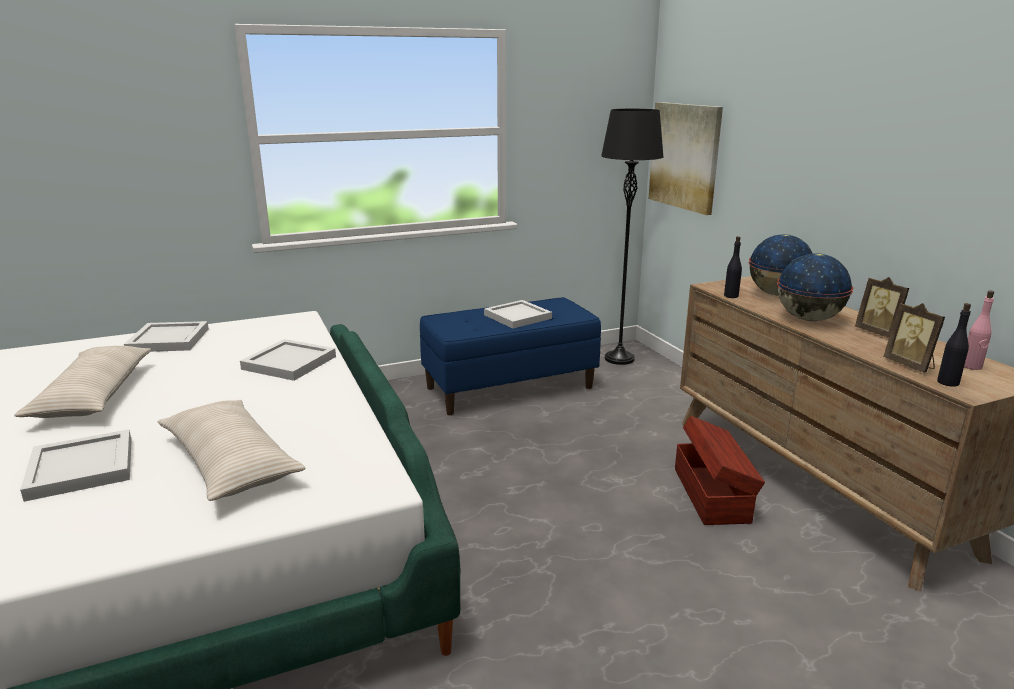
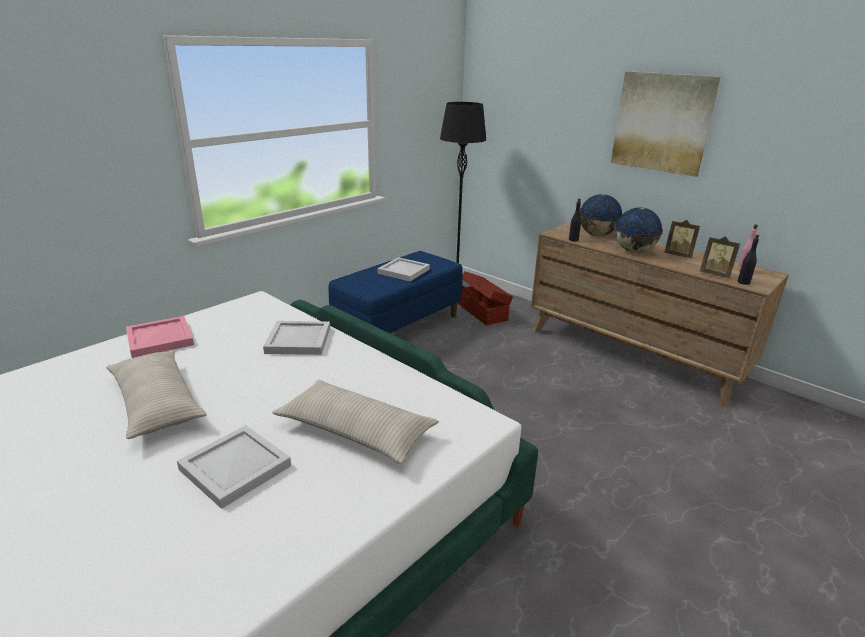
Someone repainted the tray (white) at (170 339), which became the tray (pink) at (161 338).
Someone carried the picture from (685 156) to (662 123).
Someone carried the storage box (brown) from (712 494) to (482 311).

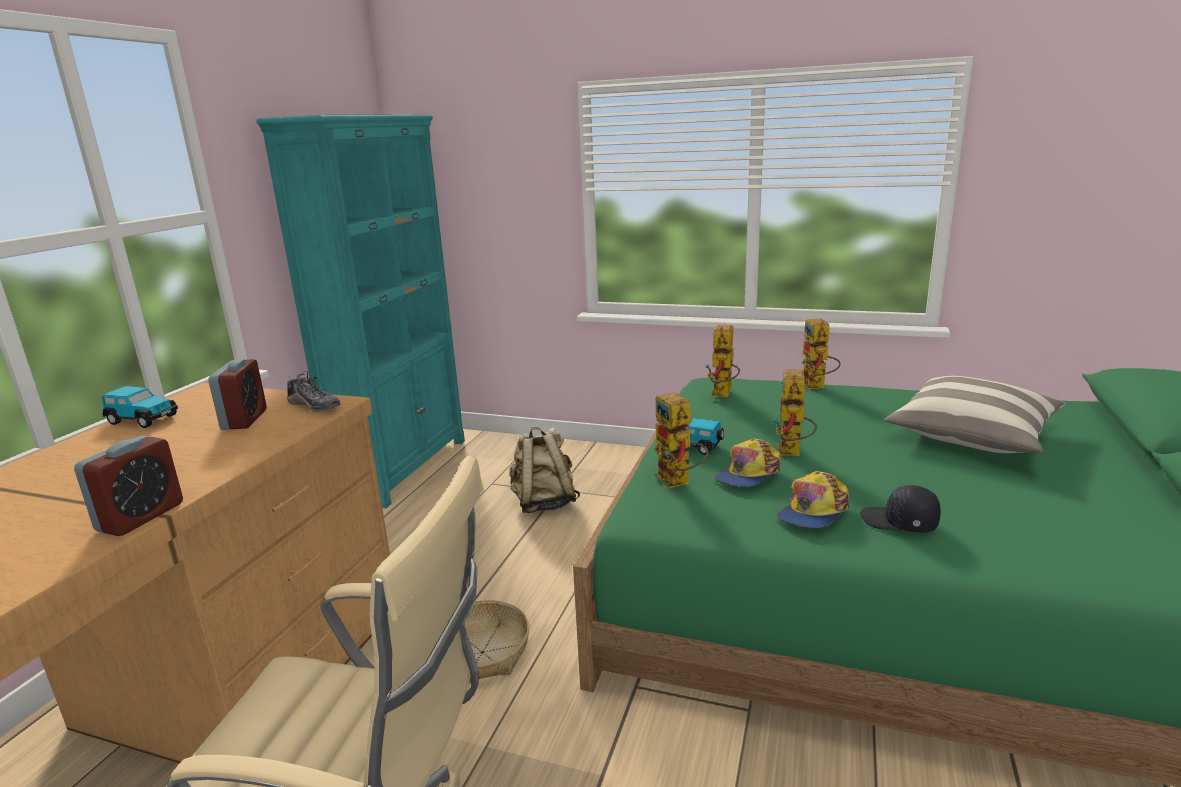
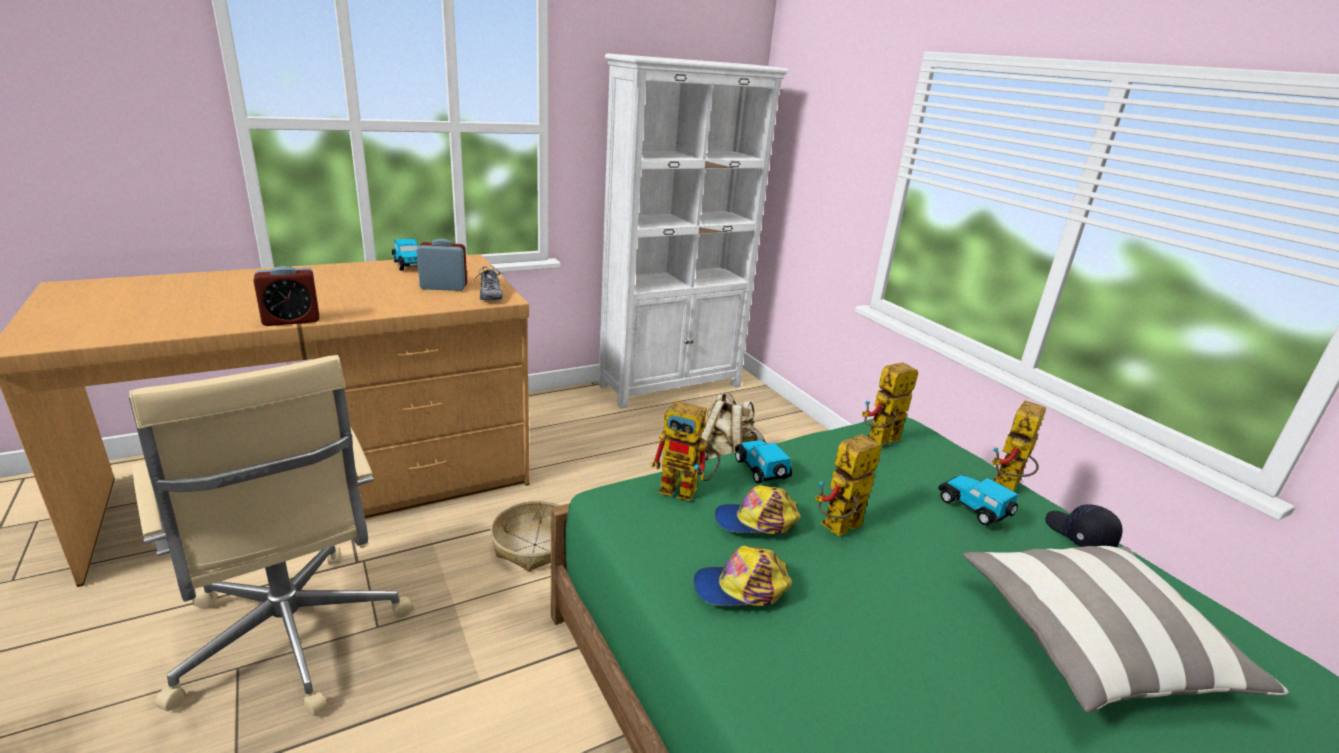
Someone rotated the alarm clock at (244 420) by 135 degrees counterclockwise.
Someone repainted the bookcase (turquoise) at (404 468), which became the bookcase (white) at (671 385).
Someone rotated the toy robot at (679 482) by 90 degrees counterclockwise.
Someone carried the cap (black) from (899 522) to (1078 535).
Someone put down the toy car at (974 508).

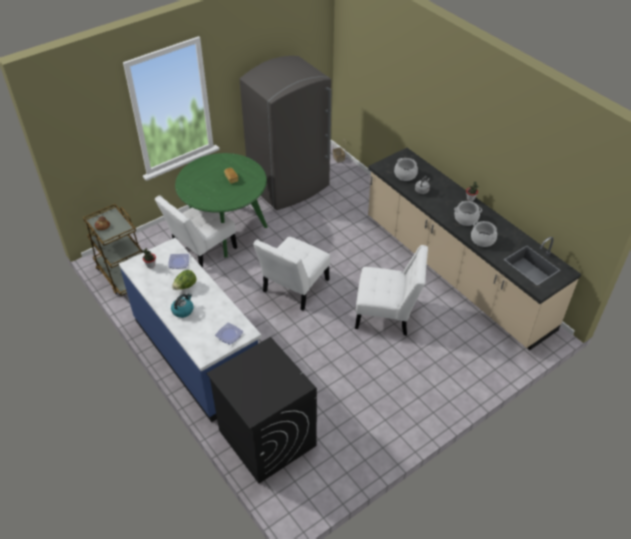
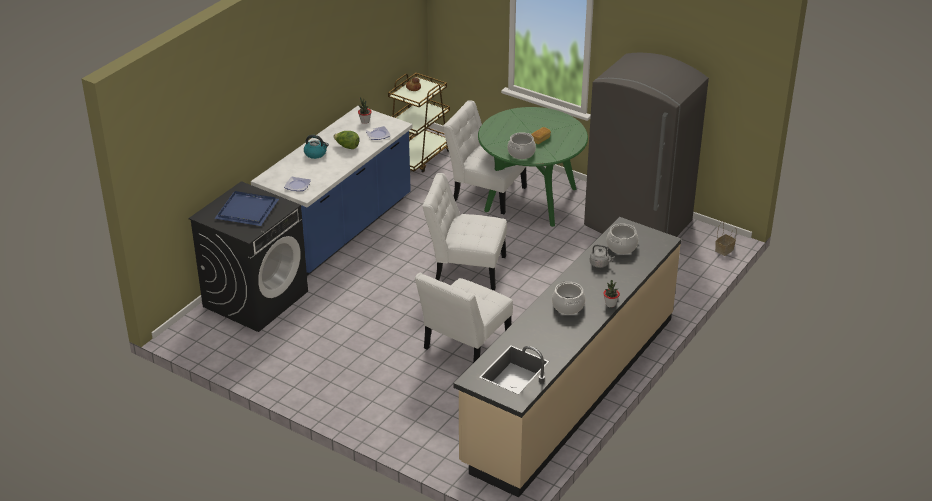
Someone rotated the chair (white) at (387 314) by 45 degrees clockwise.
Someone carried the cooking pot from (482 239) to (521 153).
Someone put down the tray (blue) at (248 210).

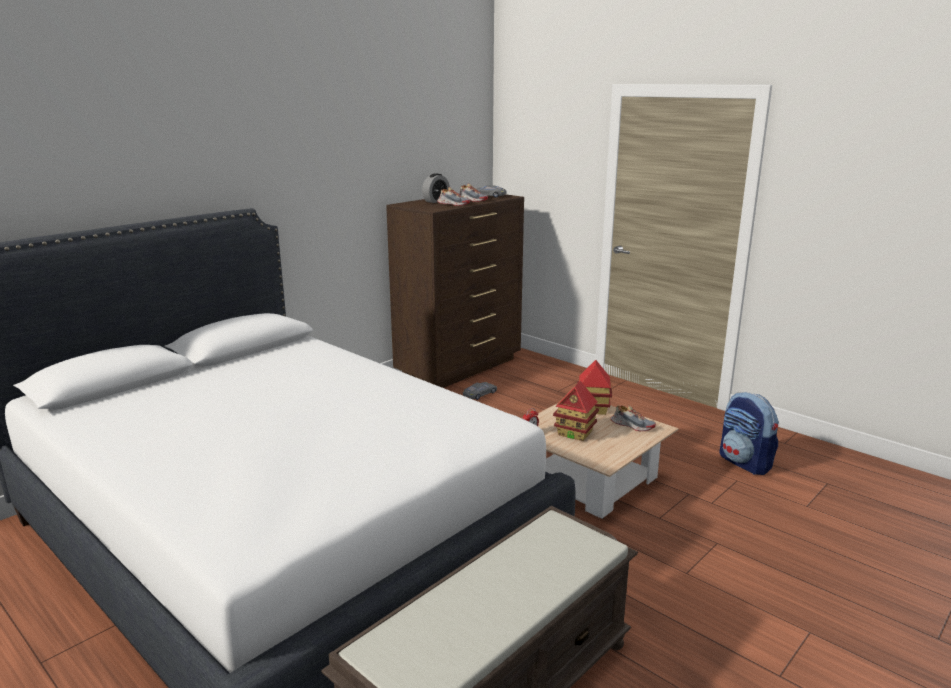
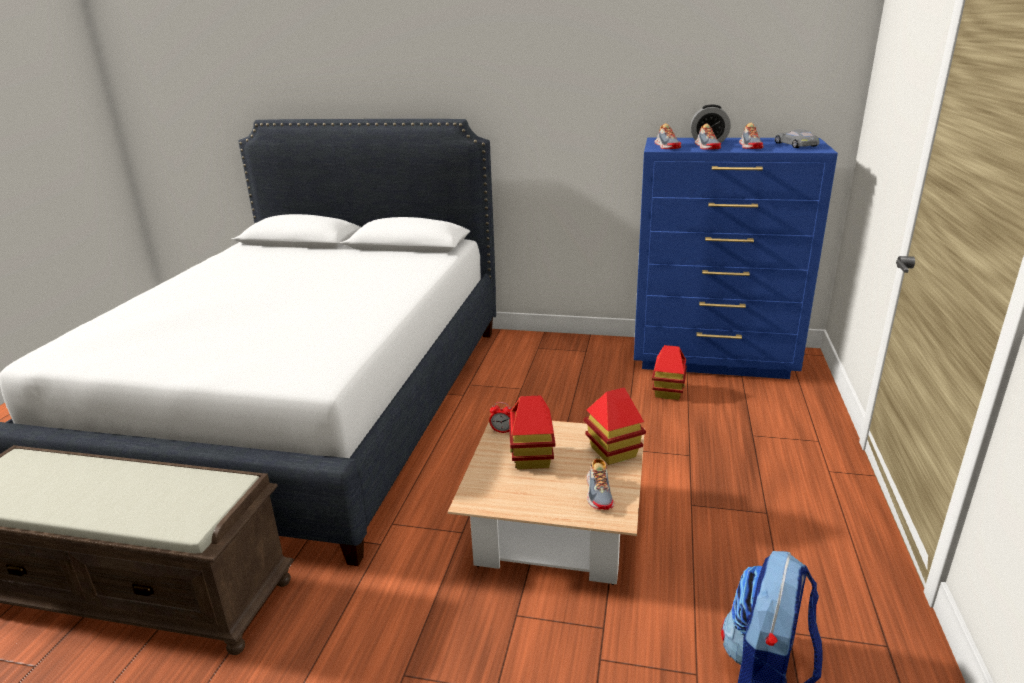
Someone repainted the dresser (brown) at (460 367), which became the dresser (blue) at (713 359).
Someone swapped the toy car (grey) at (480 393) for the toy house at (668 392).
Someone put down the shoe at (667 147).

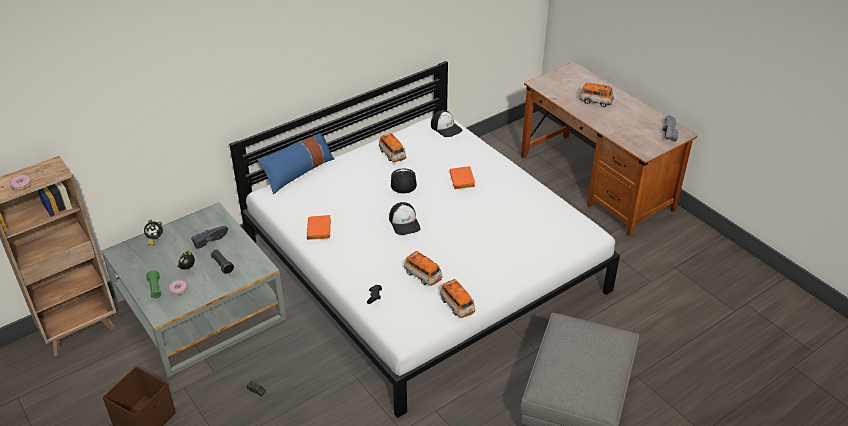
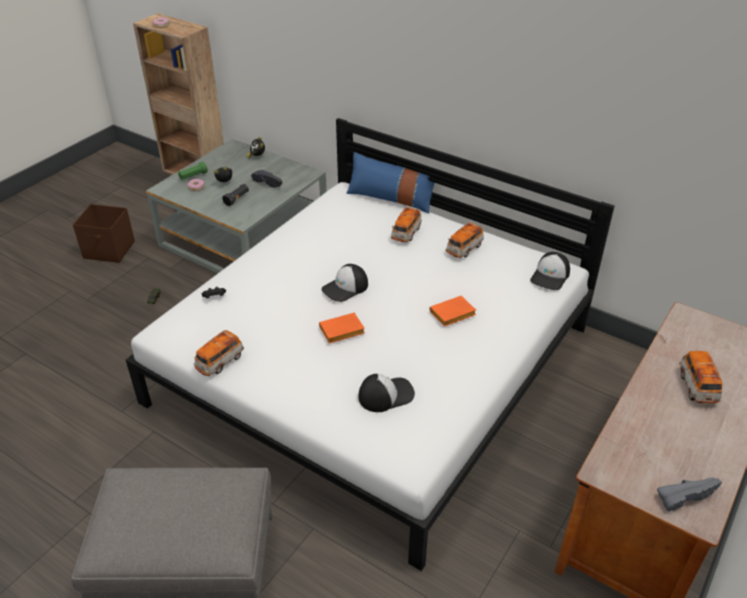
Someone carried the book (orange) from (320 230) to (341 332).
Someone carried the cap from (403 181) to (386 394).
Someone carried the toy car from (423 275) to (406 233).

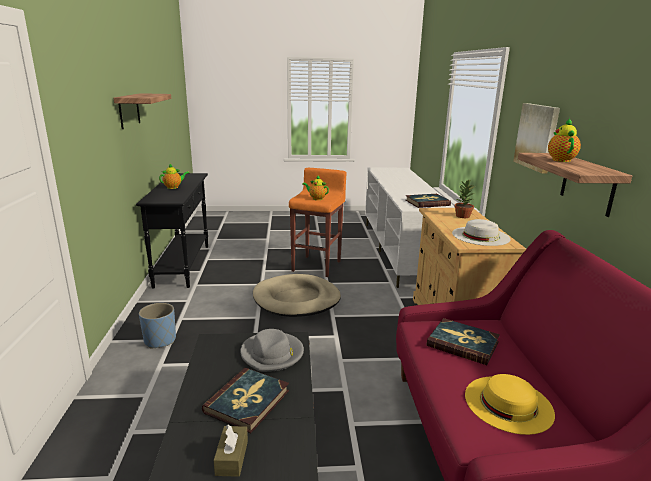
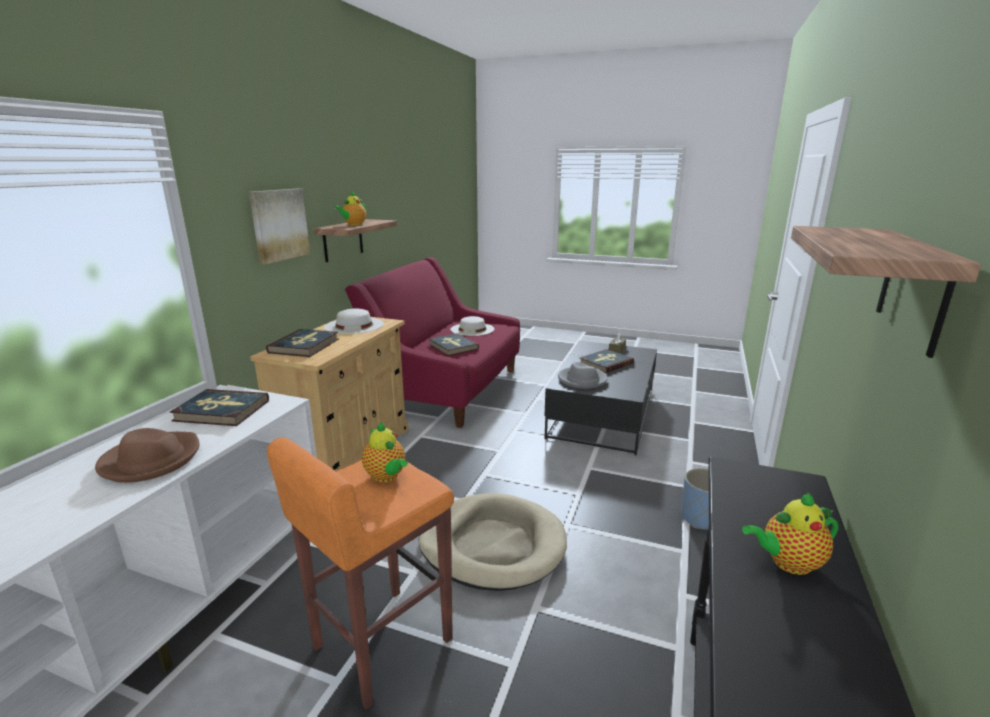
Someone swapped the potted plant at (462 216) for the book at (304 346).
Someone repainted the hat (yellow) at (508 403), which became the hat (white) at (472 329).
Someone put down the hat (brown) at (151 460).

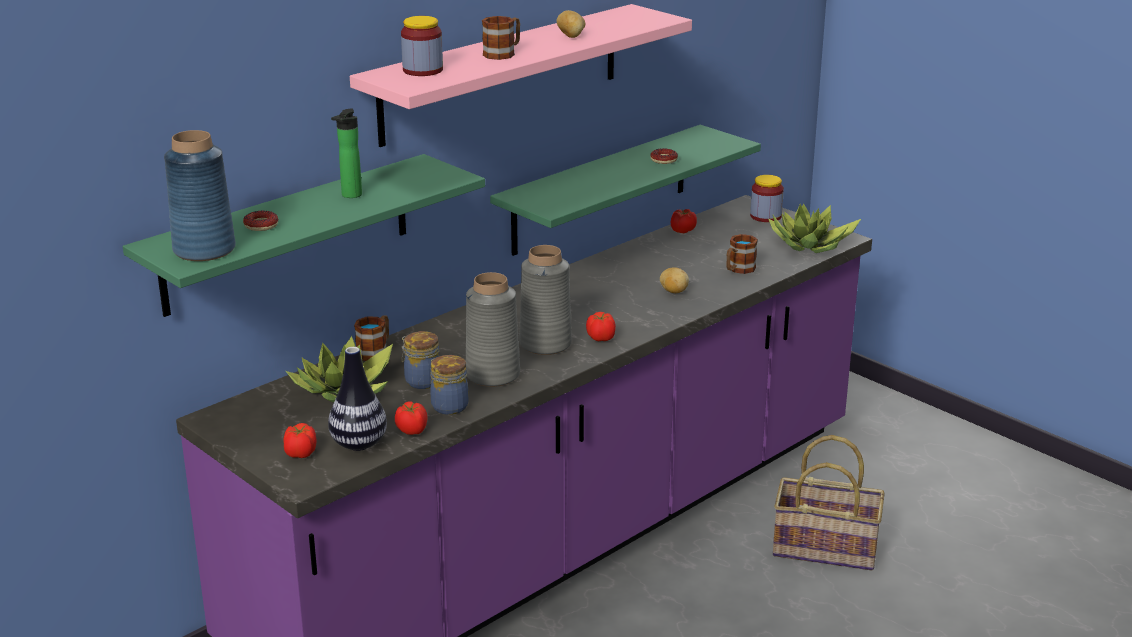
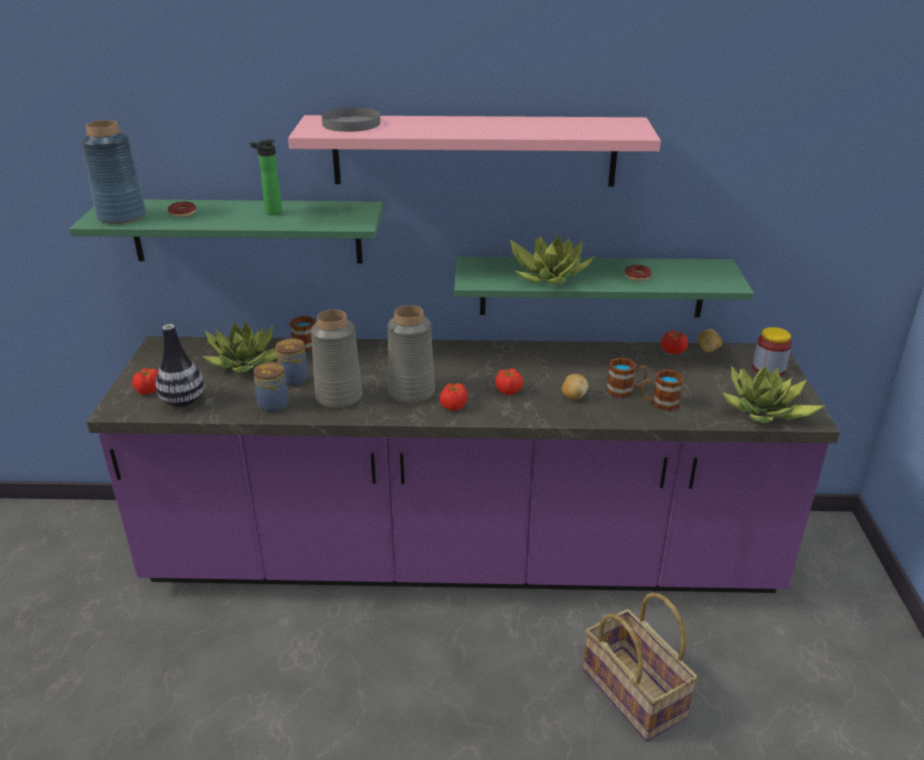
Someone carried the tomato from (412 430) to (509 391).
Someone swapped the jar at (422 70) for the plate (grey) at (351 123).
Someone carried the mug from (503 53) to (625 390).
Someone carried the potato from (571 36) to (708 350).
Someone put down the potted plant at (548 275).

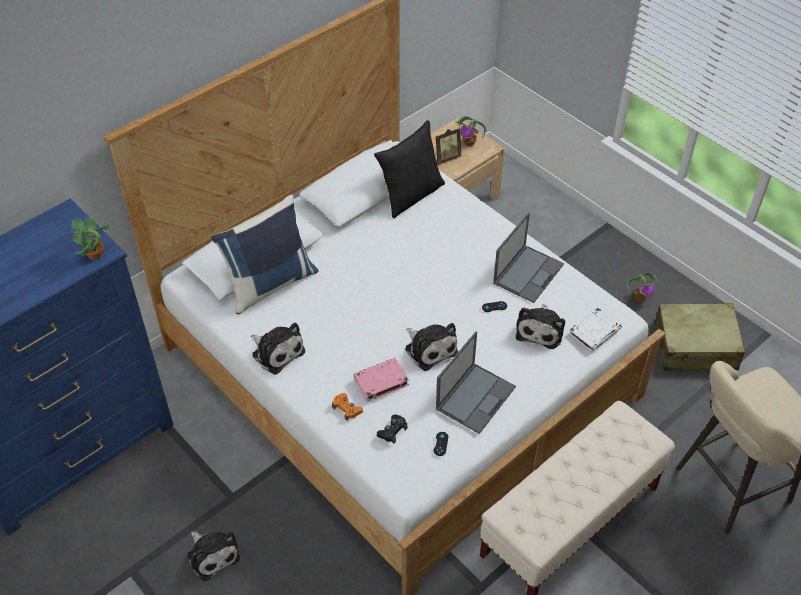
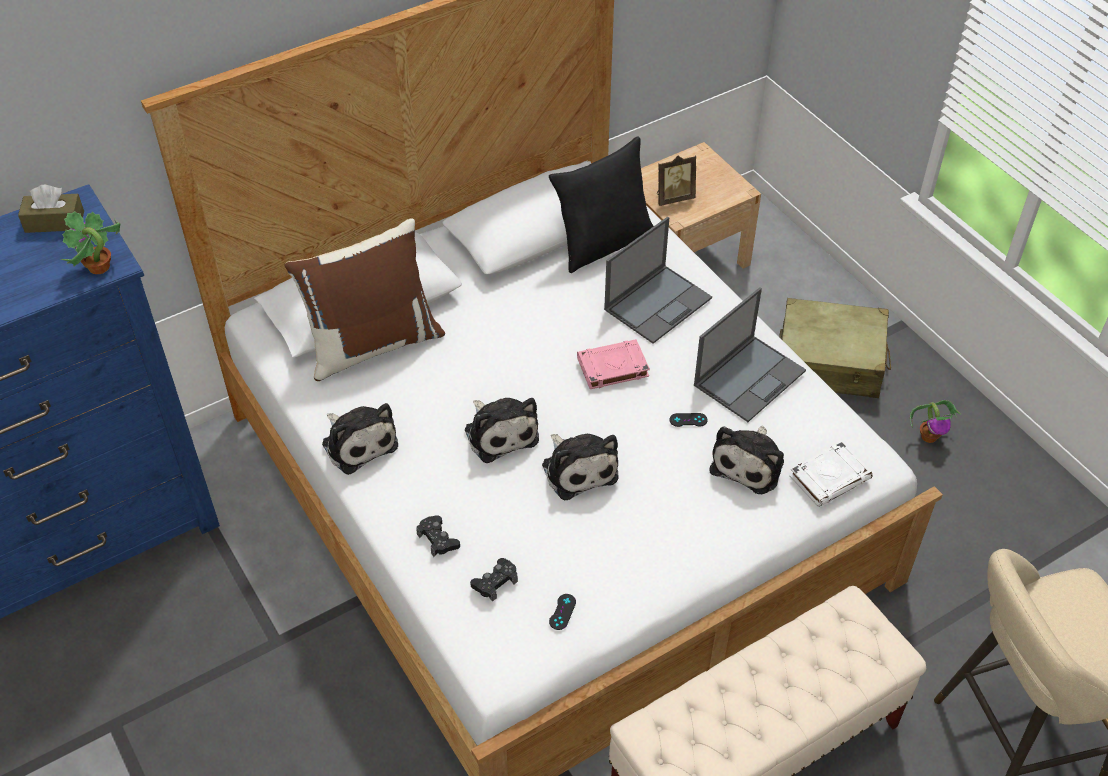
Someone carried the plush toy from (212 554) to (500 432).
Someone repainted the pillow (blue) at (270 283), which became the pillow (brown) at (372 343).
Someone repainted the game controller (orange) at (347 409), which became the game controller (black) at (438 539).
Someone carried the book (pink) from (380 381) to (612 368).
Someone carried the laptop from (476 397) to (658 303).
Someone took away the potted plant at (469 143).
Someone carried the suitcase (beige) from (695 346) to (829 362).
Someone put down the tissue box (brown) at (54 222).

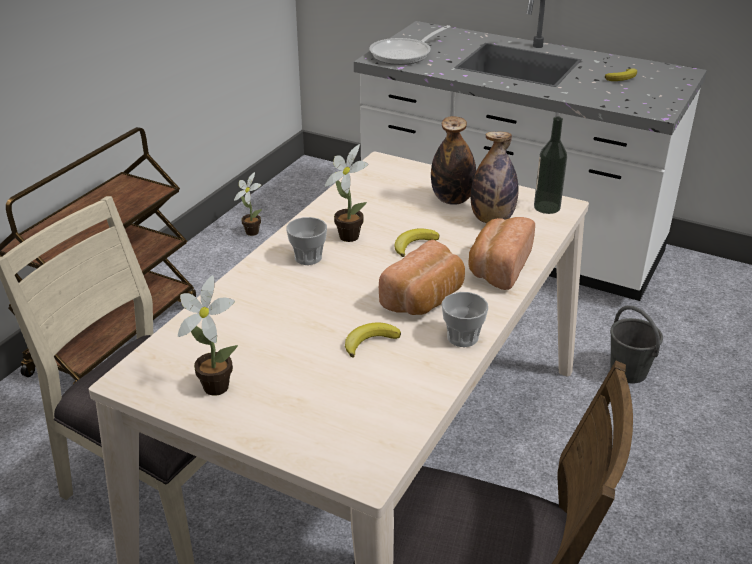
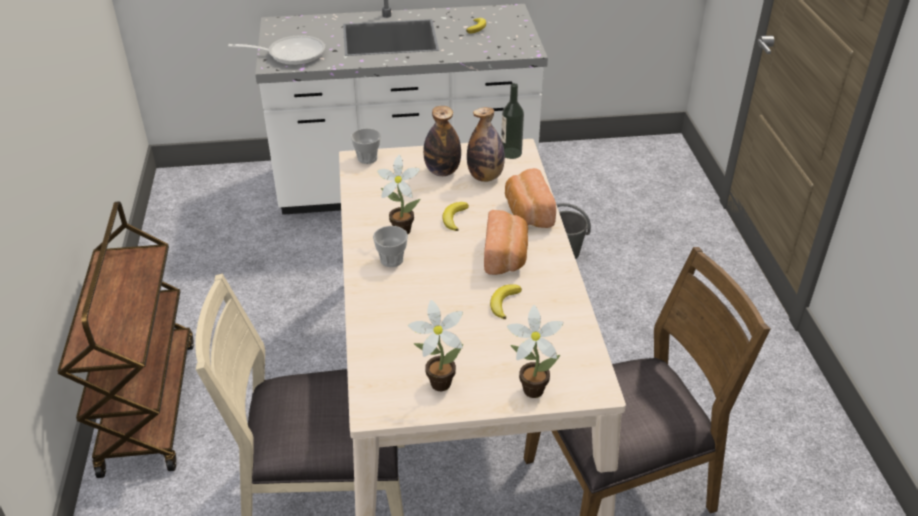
Someone carried the potted plant from (251 231) to (530 388).
Someone rotated the frying pan at (405 54) by 105 degrees counterclockwise.
Someone carried the cup from (462 337) to (367 158).

